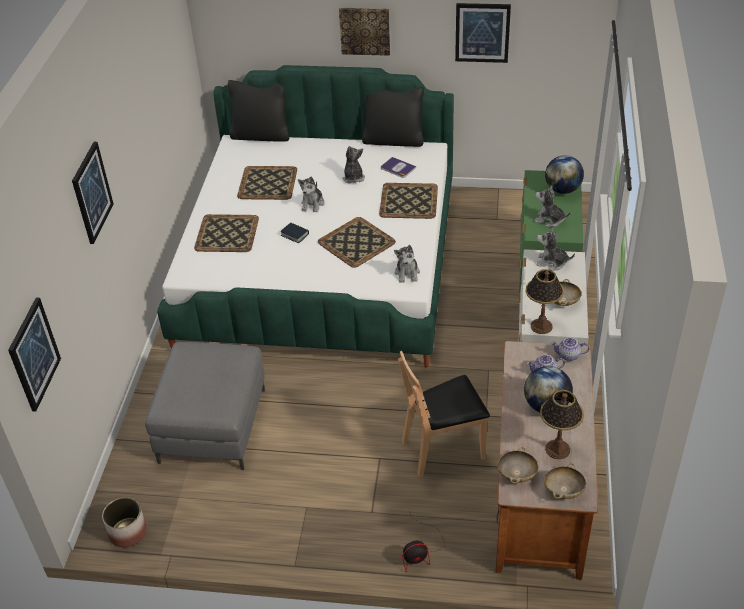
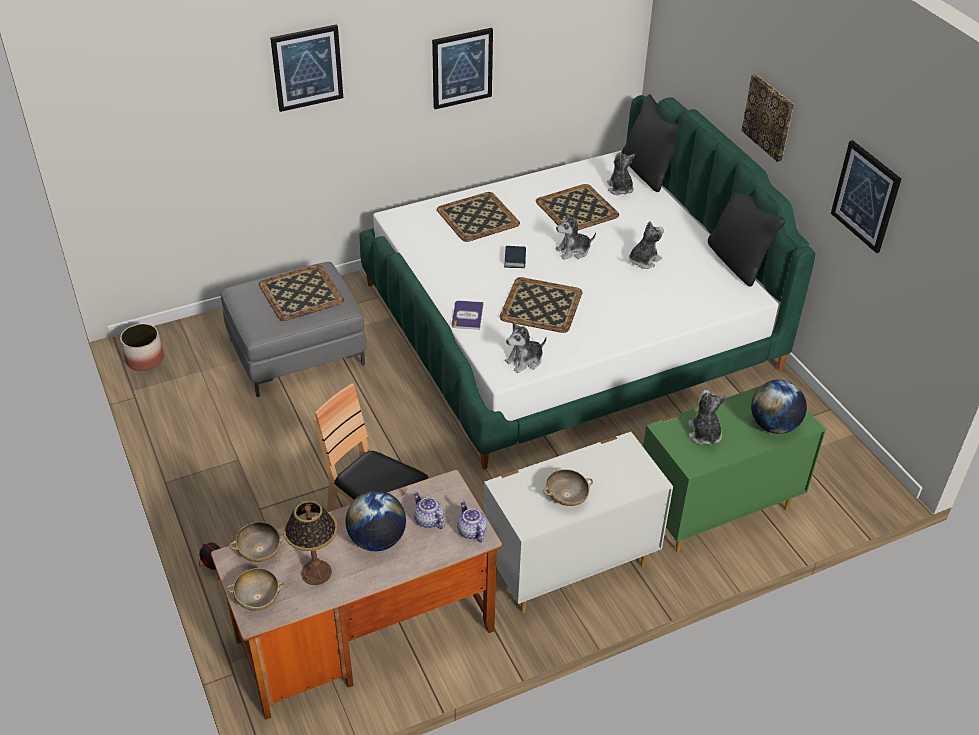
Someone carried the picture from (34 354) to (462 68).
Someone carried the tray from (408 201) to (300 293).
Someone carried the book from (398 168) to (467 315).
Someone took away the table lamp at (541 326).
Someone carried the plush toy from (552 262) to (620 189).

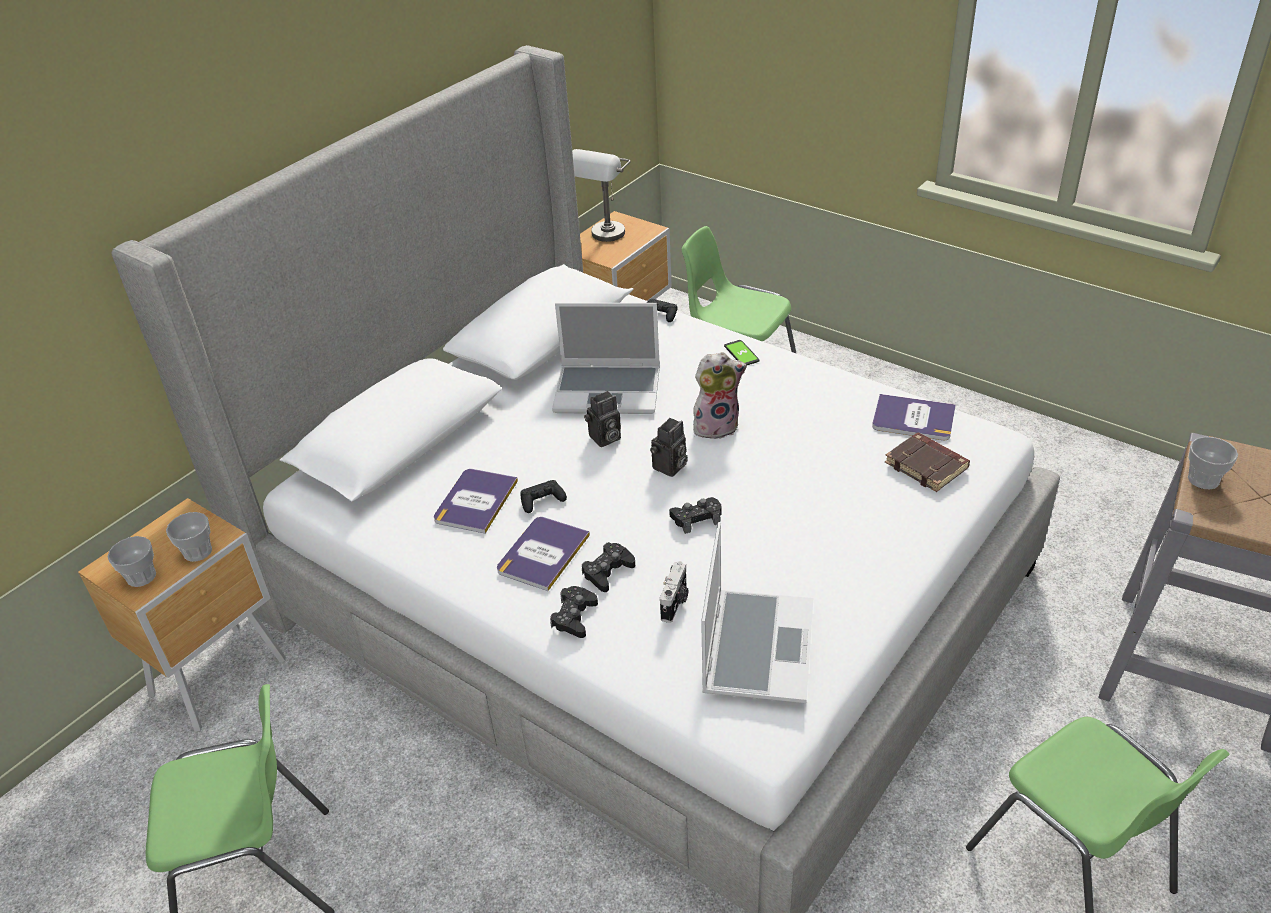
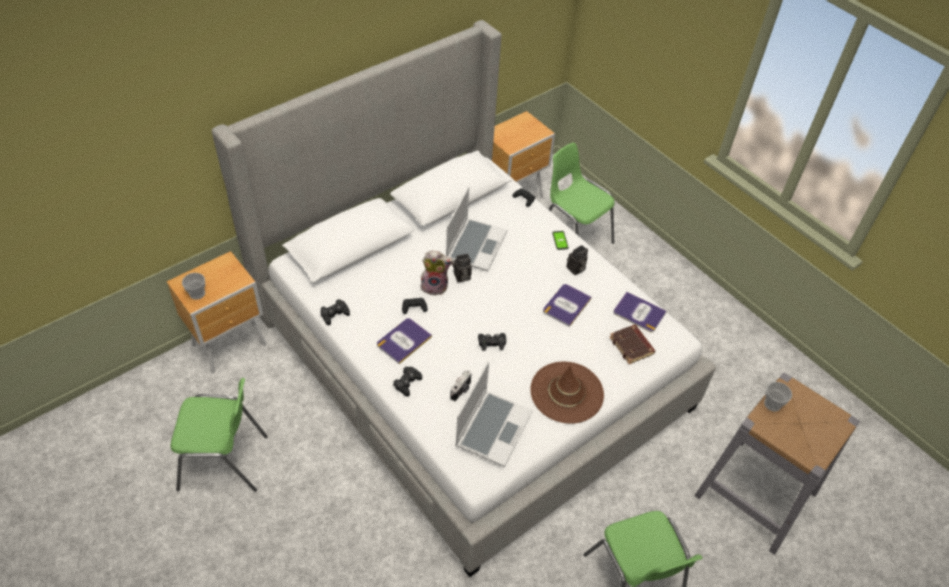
Someone took away the cup at (198 552).
Someone carried the book from (475 501) to (566 305).
Someone rotated the laptop at (609 390) by 90 degrees counterclockwise.
Someone took away the table lamp (grey) at (604 239).
Someone carried the game controller (black) from (608 571) to (334 314).
Someone carried the photo camera from (670 468) to (575 269).
Someone carried the plush toy from (716 426) to (435 286).
Someone put down the hat (brown) at (566 392).

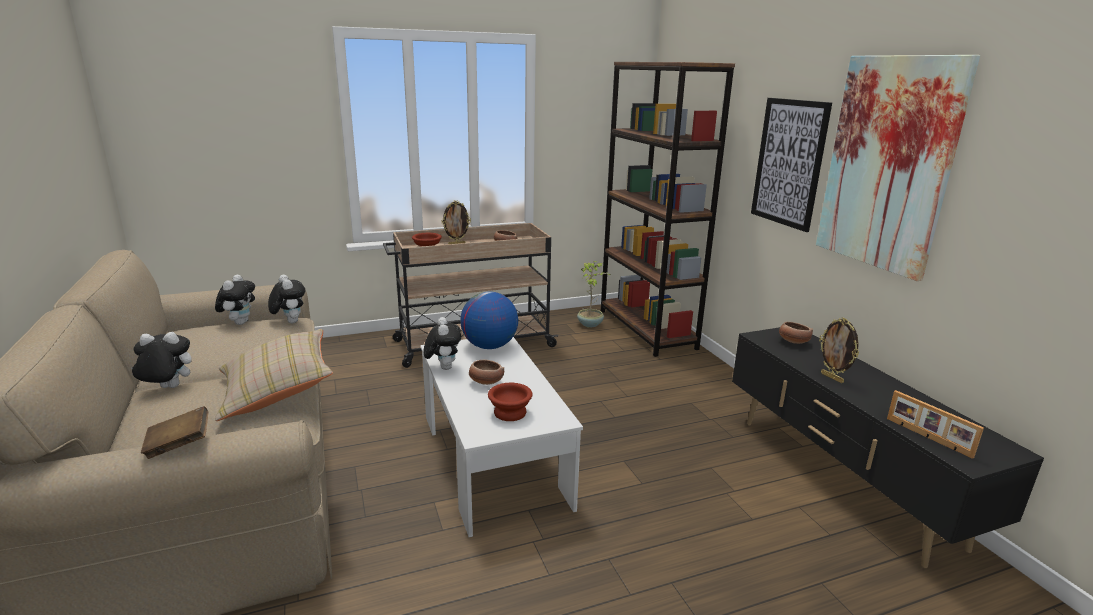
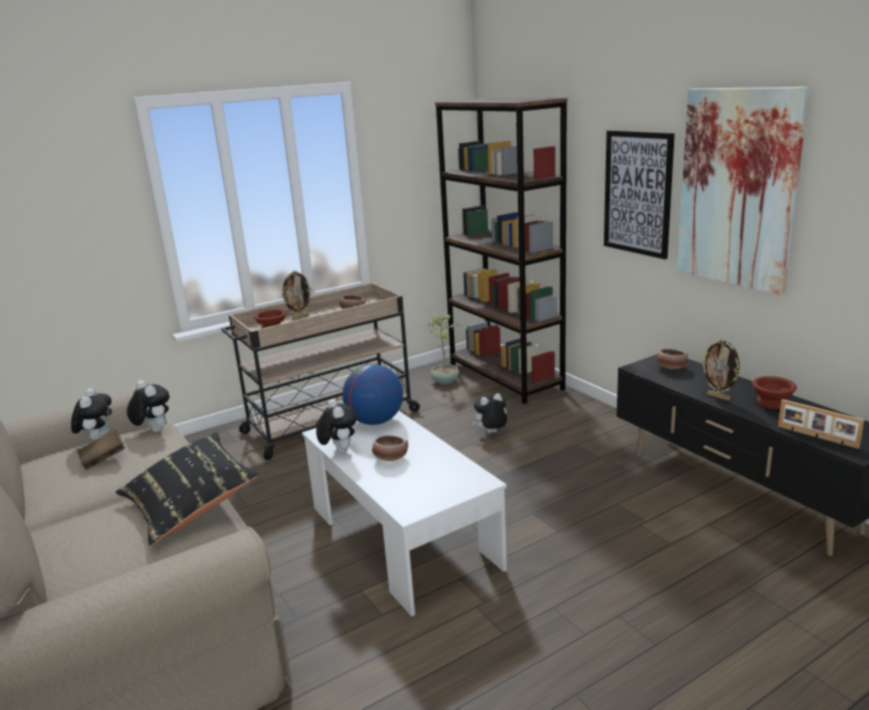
Someone carried the plush toy from (167 388) to (491 433).
Someone carried the book (brown) from (179 445) to (103 459).
Someone repainted the pillow (beige) at (277 391), which became the pillow (black) at (190 505).
Someone carried the bowl (brown) from (508 413) to (771 403).

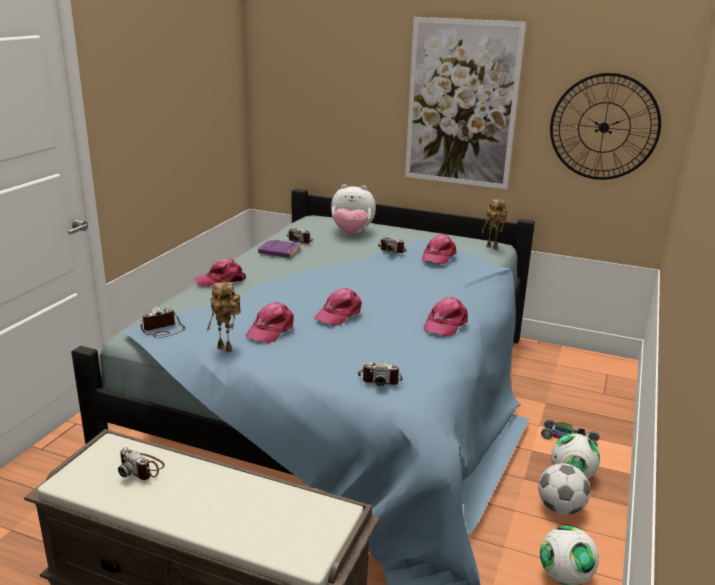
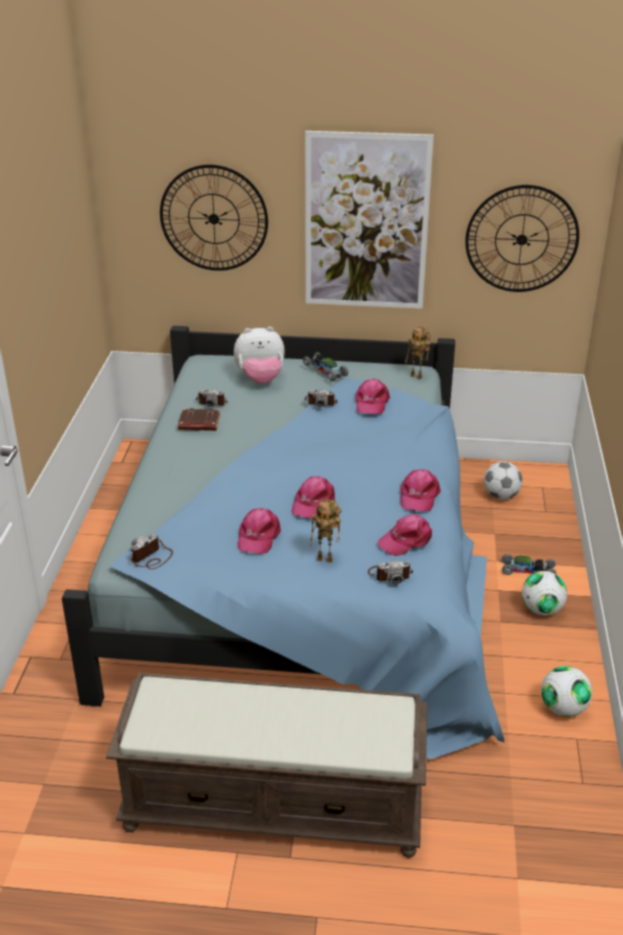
Someone took away the photo camera at (142 468).
Someone carried the cap (pink) from (221 280) to (406 540).
Someone carried the toy robot from (227 349) to (326 559).
Someone repainted the book (purple) at (279 252), which became the book (brown) at (199 424).
Someone carried the football from (560 508) to (501 496).
Someone put up the wall clock at (213 218).
Someone put down the toy car at (325 370).

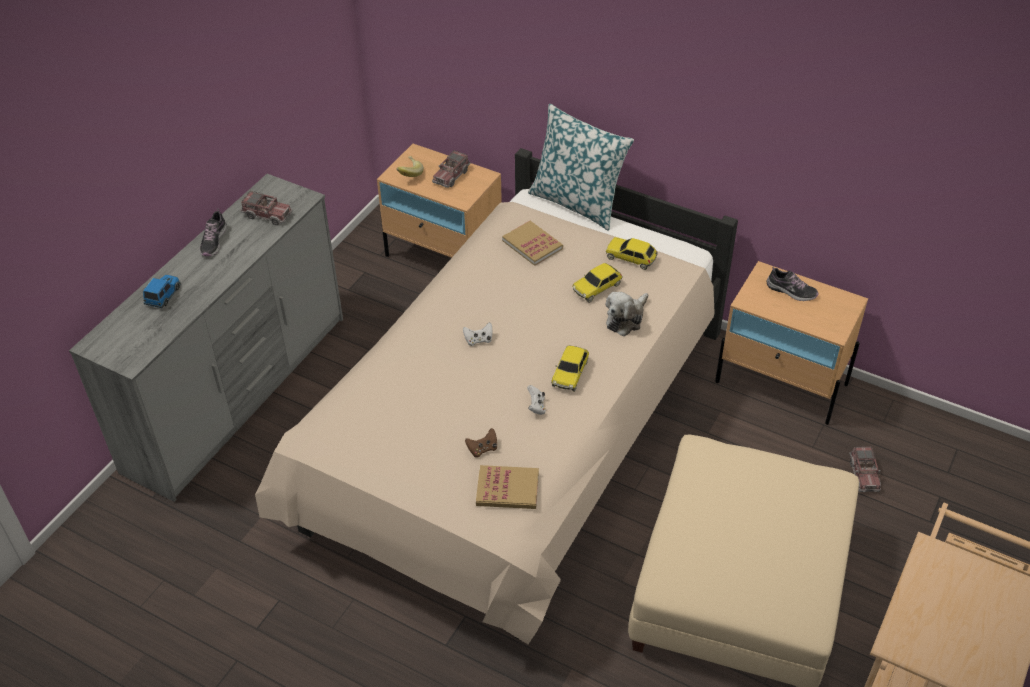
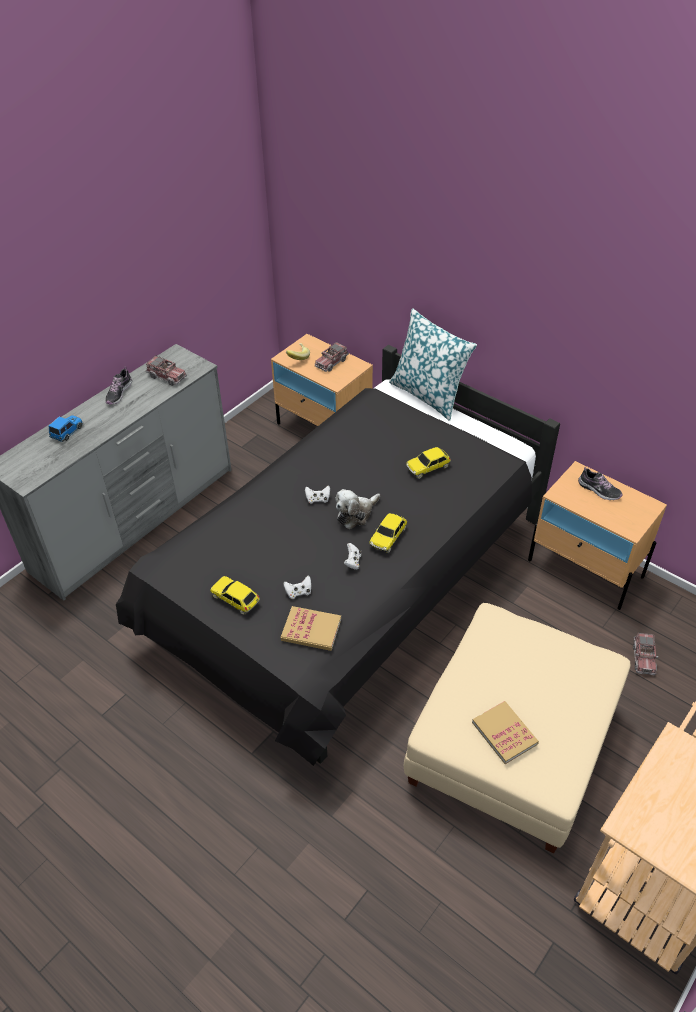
Someone repainted the bed (beige) at (515 438), which became the bed (black) at (348 585).
Someone repainted the game controller (brown) at (482 449), which became the game controller (white) at (298 592).
Someone carried the book from (532 245) to (504 733).
Someone carried the toy car from (631 258) to (236 599).
Someone carried the plush toy from (626 319) to (356 514).

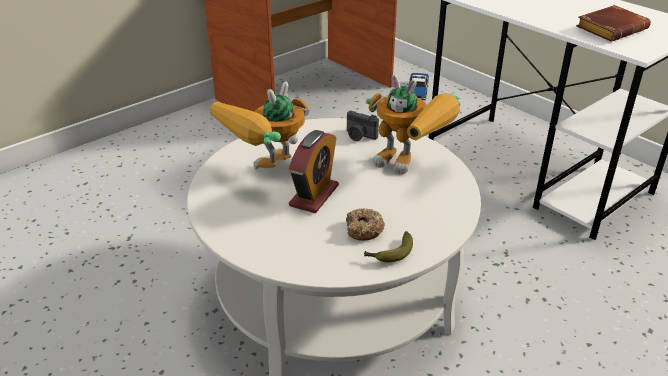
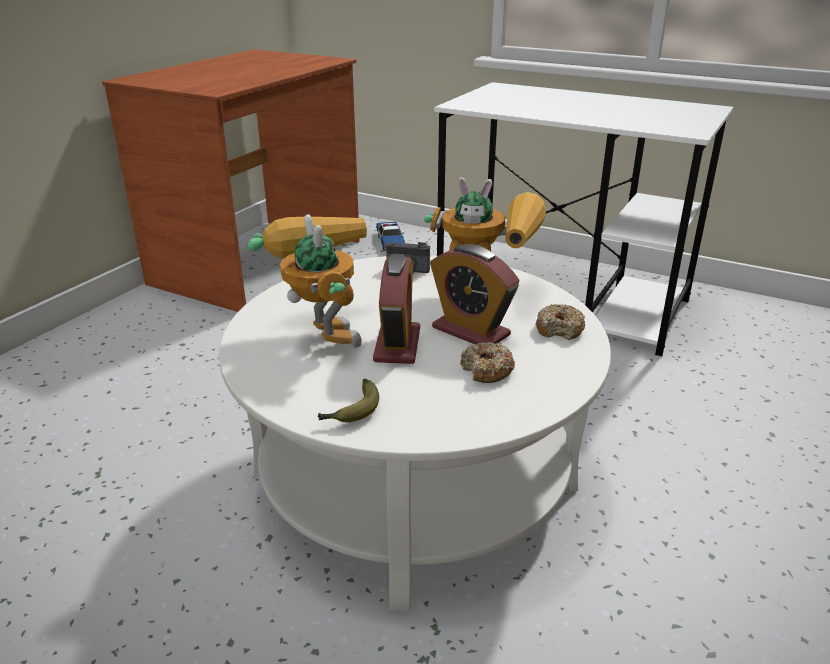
Someone rotated the toy robot at (268 174) by 135 degrees clockwise.
Someone carried the banana from (390 254) to (352 411).
Someone took away the book (brown) at (611 29).
Someone put down the alarm clock at (470 331).
Someone put down the donut at (559 329).

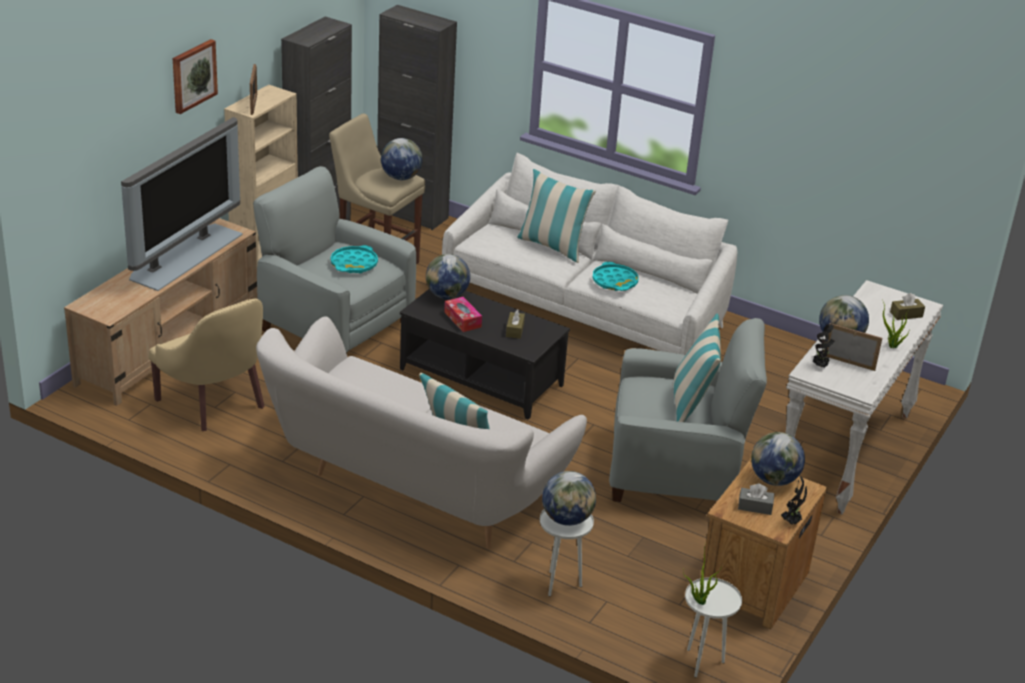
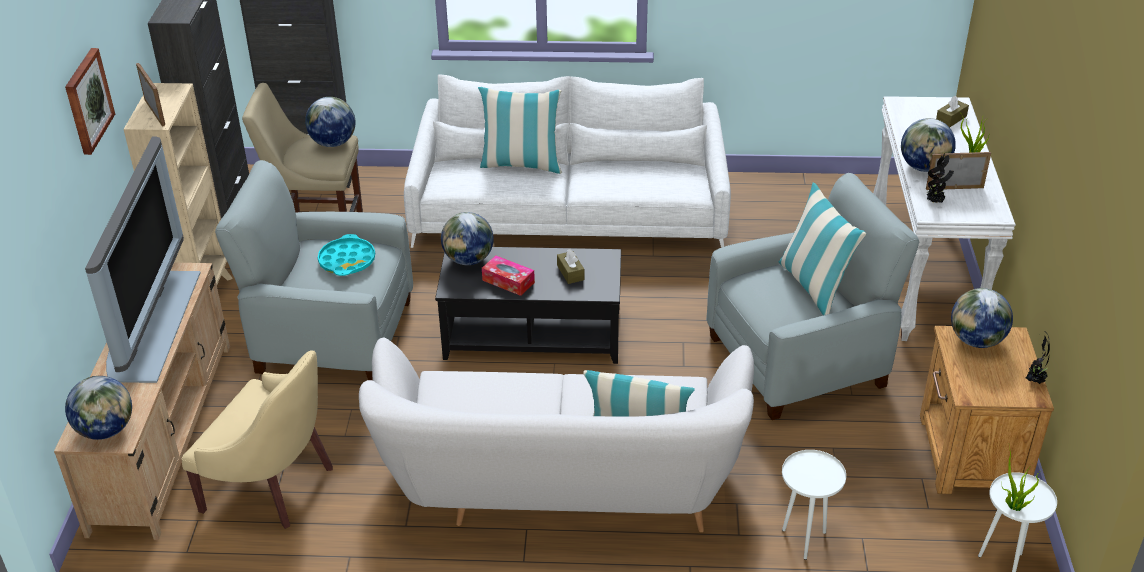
Someone carried the globe from (567 519) to (106 430).
Someone took away the tray (turquoise) at (615 281).
Someone took away the tissue box (grey) at (755 507).

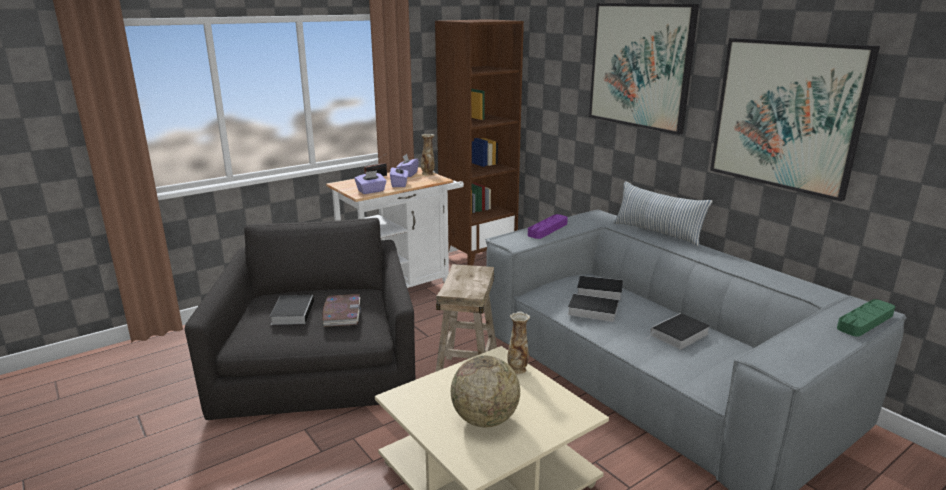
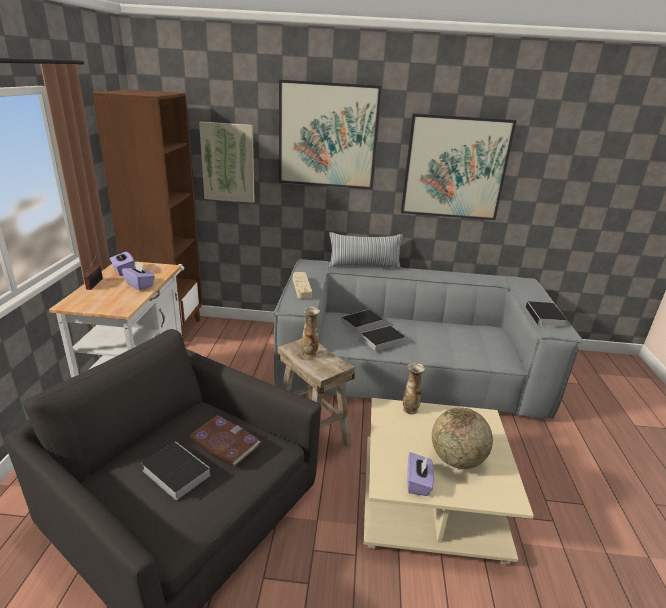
Someone carried the tissue box (purple) from (371 191) to (418 483).
Someone carried the vase from (428 174) to (309 354).
Someone repainted the tray (purple) at (547 229), which became the tray (beige) at (301 287).
Someone carried the book from (679 335) to (545 317).
Someone took away the tray (green) at (865 321).
Someone put up the picture at (228 162).

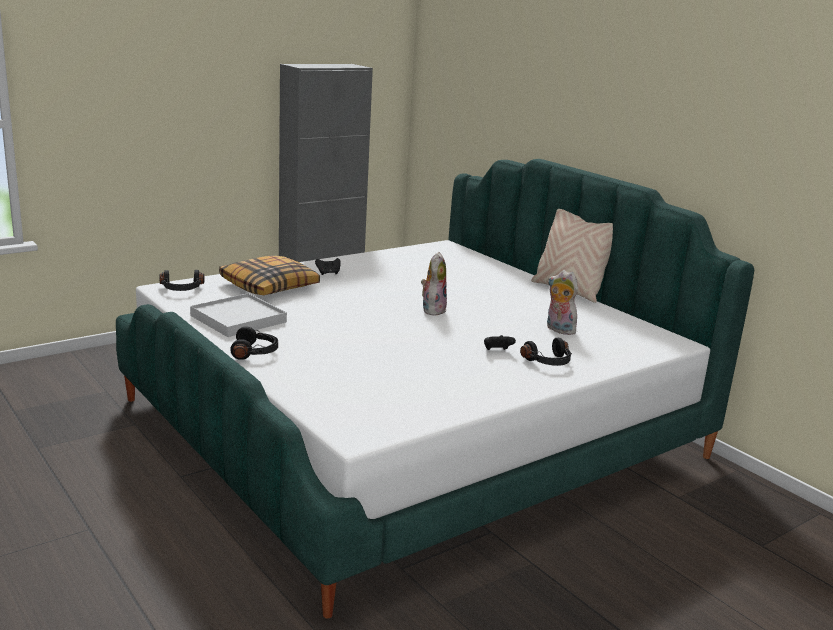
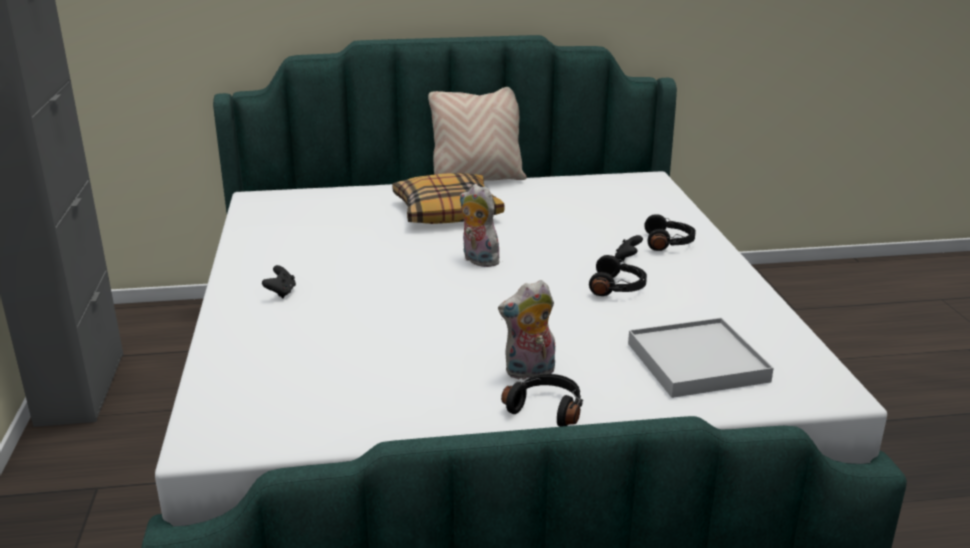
Someone carried the headphones (black) from (181 289) to (618 288).
Someone carried the tray (white) from (238 319) to (697 362).
Someone carried the pillow from (270 286) to (447 211).
Someone carried the plush toy from (558 330) to (529 373).

